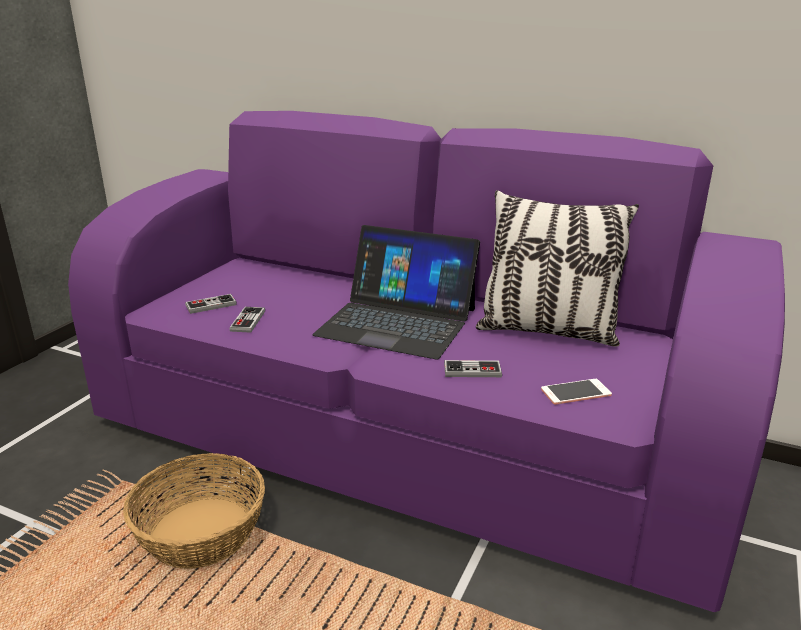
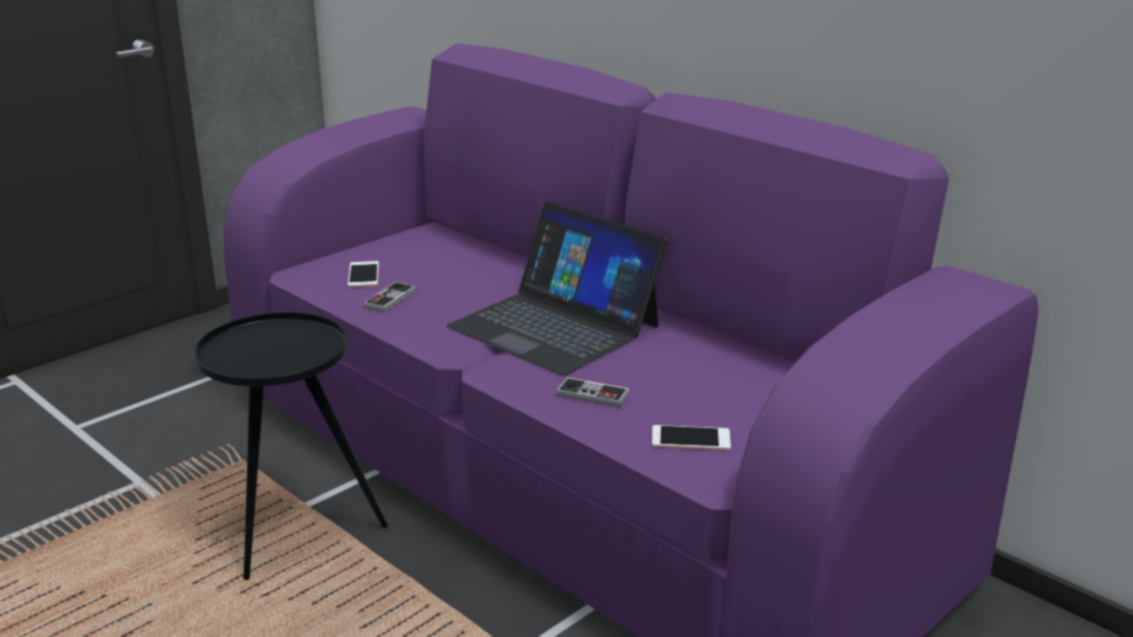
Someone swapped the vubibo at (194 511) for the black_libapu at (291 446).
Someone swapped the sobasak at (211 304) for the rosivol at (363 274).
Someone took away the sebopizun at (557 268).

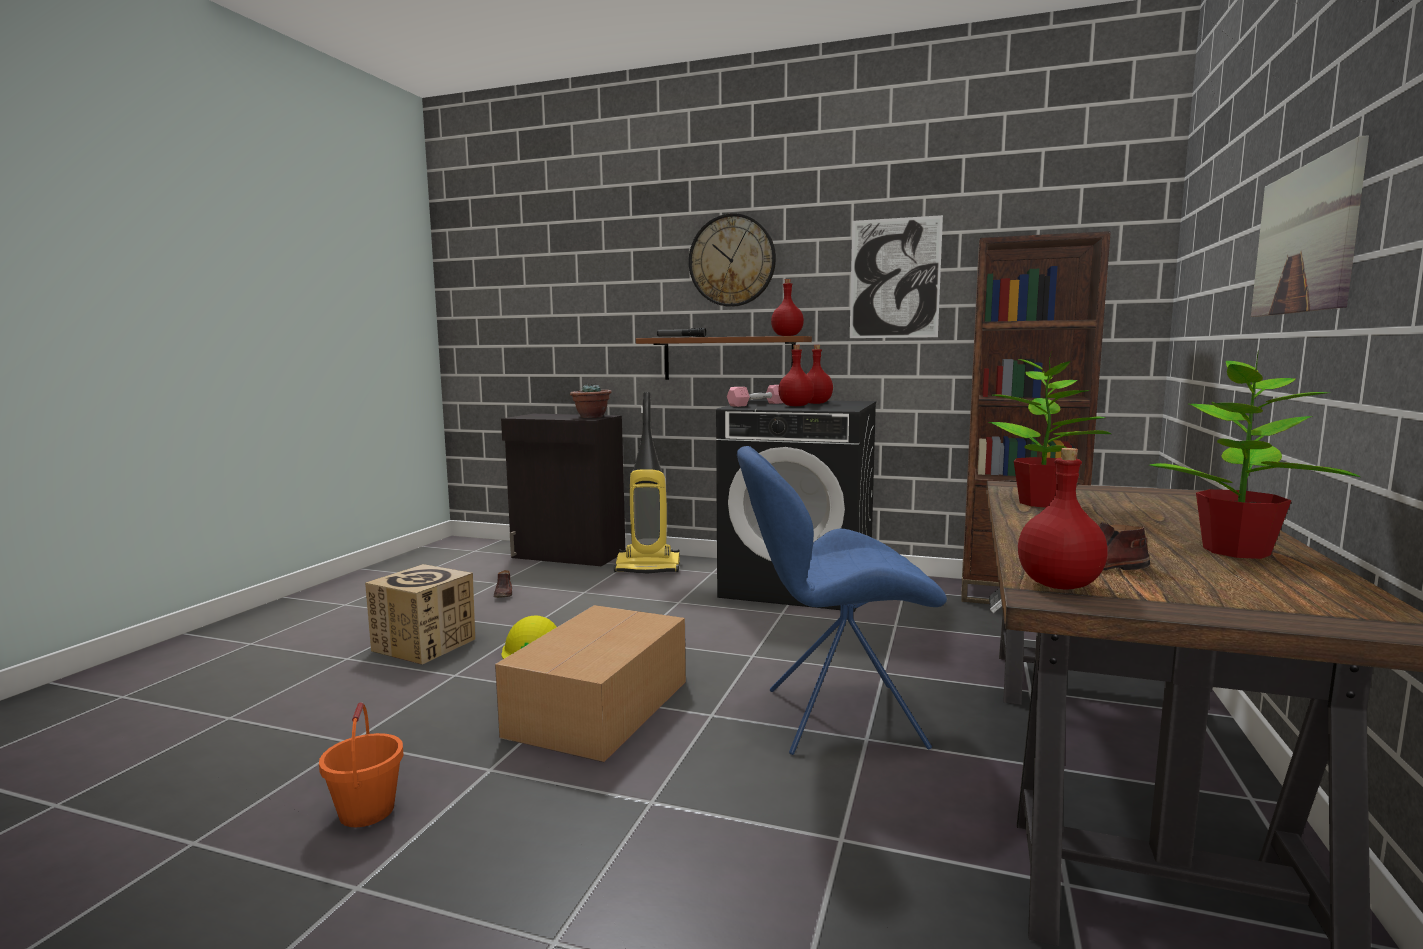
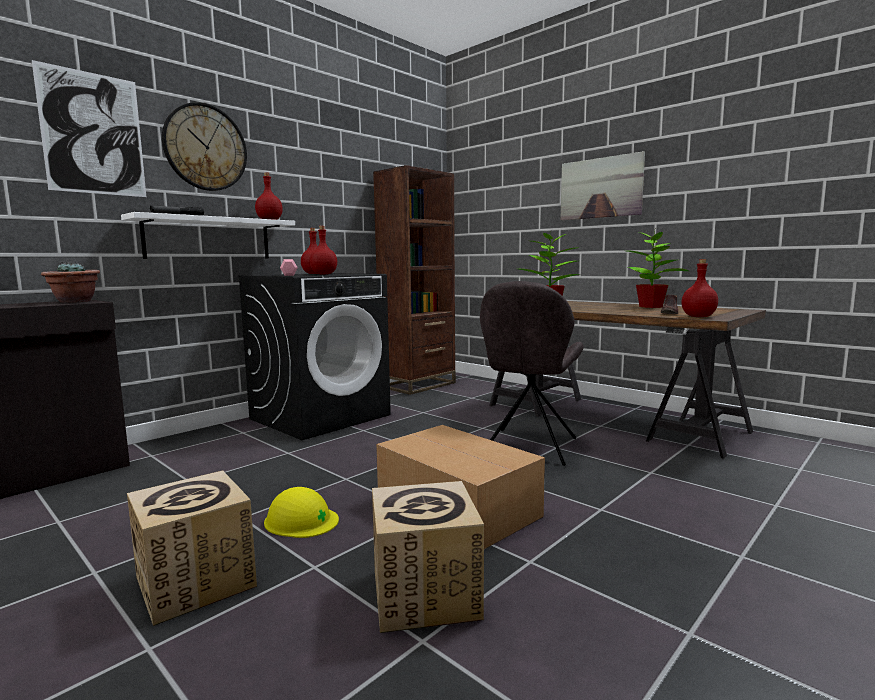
Someone carried the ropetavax from (896 276) to (89 128).
Someone repainted the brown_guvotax at (724 358), which became the white_guvotax at (208 235).
Someone put down the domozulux at (428 557).
Someone repainted the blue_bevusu at (842 600), which became the grey_bevusu at (532 373).
Someone took away the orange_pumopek at (361 764).
Someone took away the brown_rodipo at (503 584).
Someone took away the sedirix at (647 483).

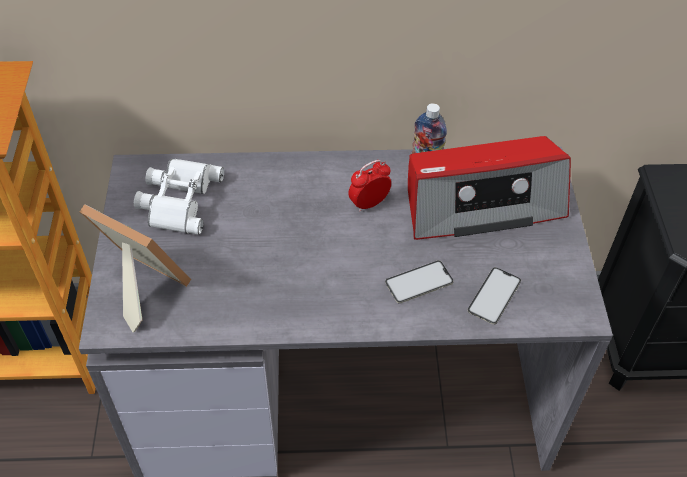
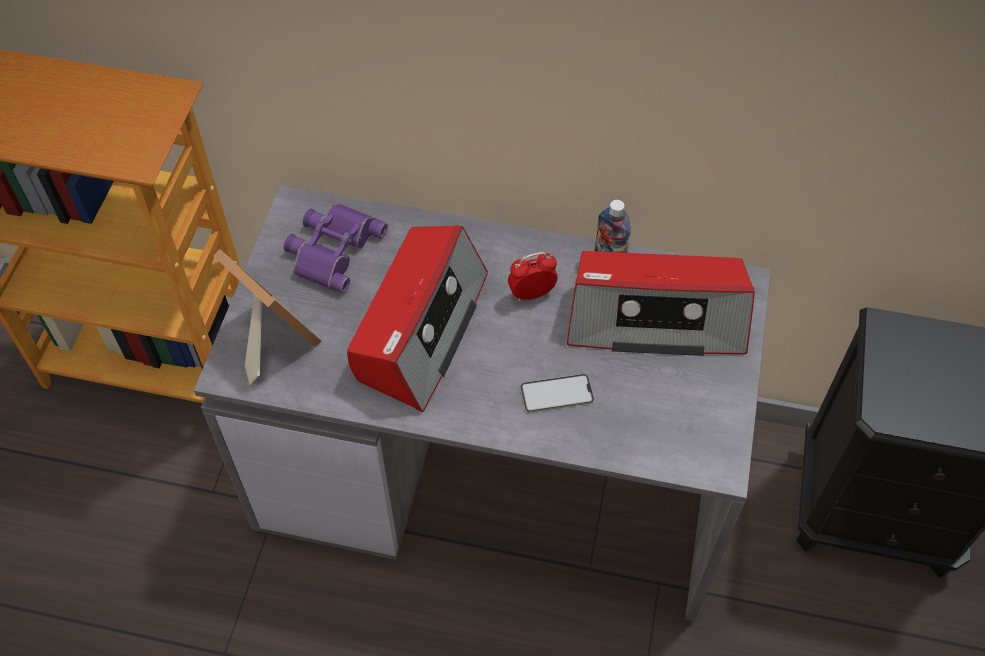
Someone repainted the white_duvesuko at (179 197), which became the purple_duvesuko at (336 248).
Someone put down the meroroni at (417 318).
Someone took away the rosivol at (494 295).

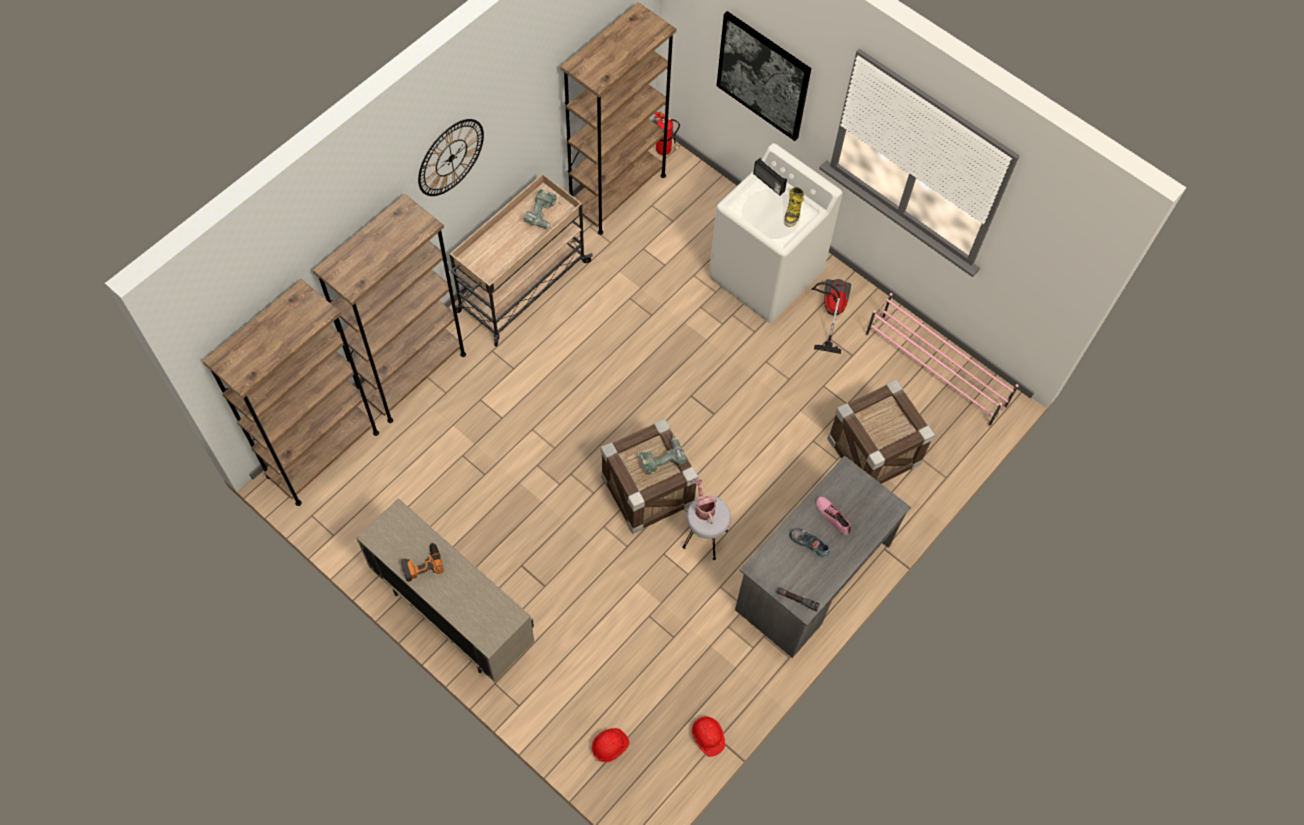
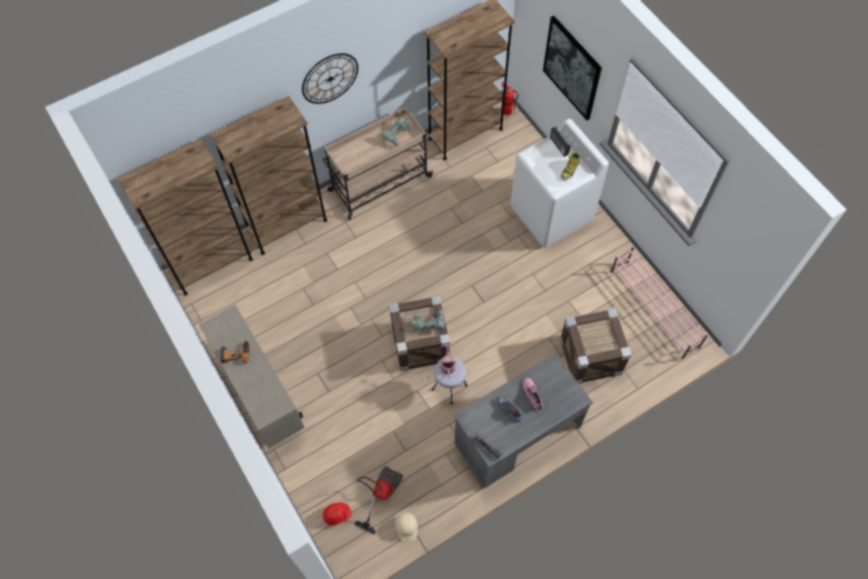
Someone carried the sedirix from (831 316) to (378 500).
Someone repainted the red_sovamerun at (708 736), which became the beige_sovamerun at (406 527).

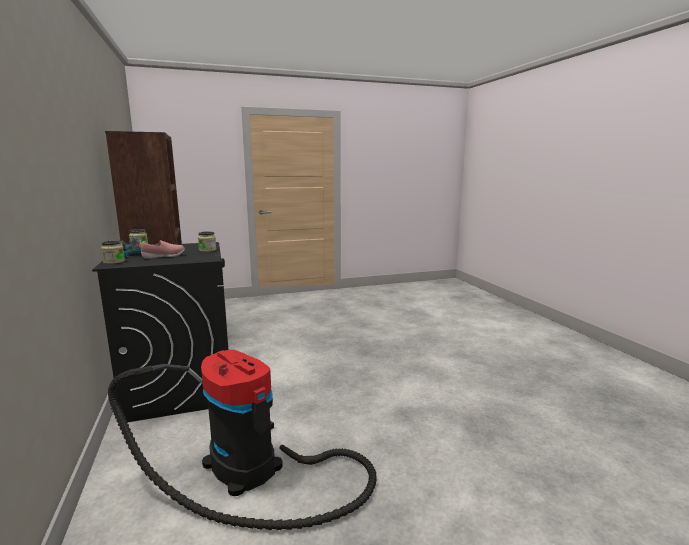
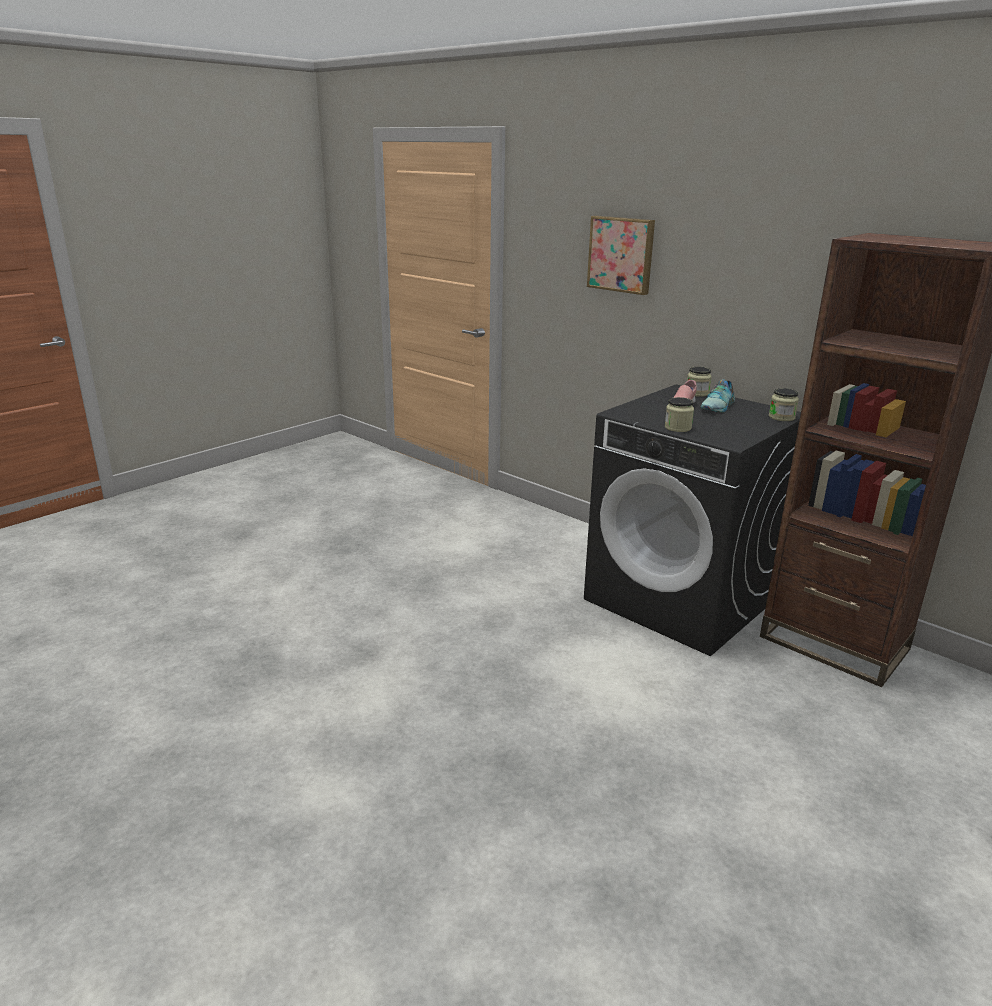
Someone put up the ropetavax at (621 255).
Someone took away the sedirix at (242 440).

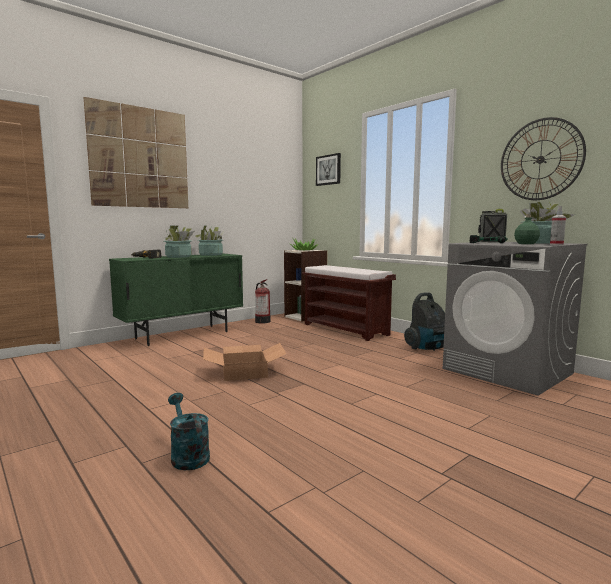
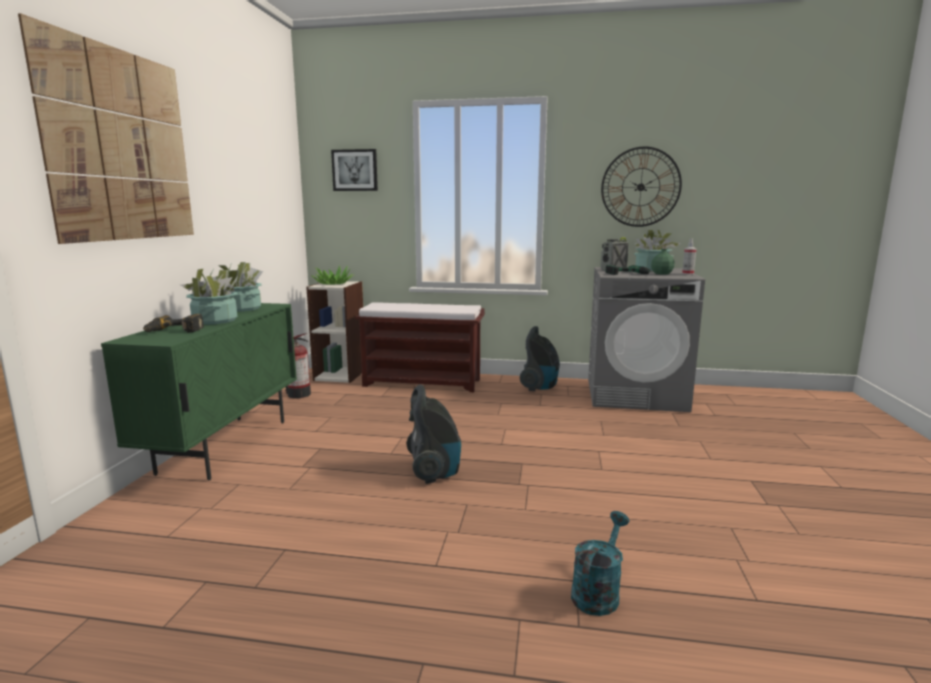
Someone swapped the domozulux at (244 362) for the sedirix at (433 434).
Someone rotated the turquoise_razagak at (189 431) by 105 degrees clockwise.

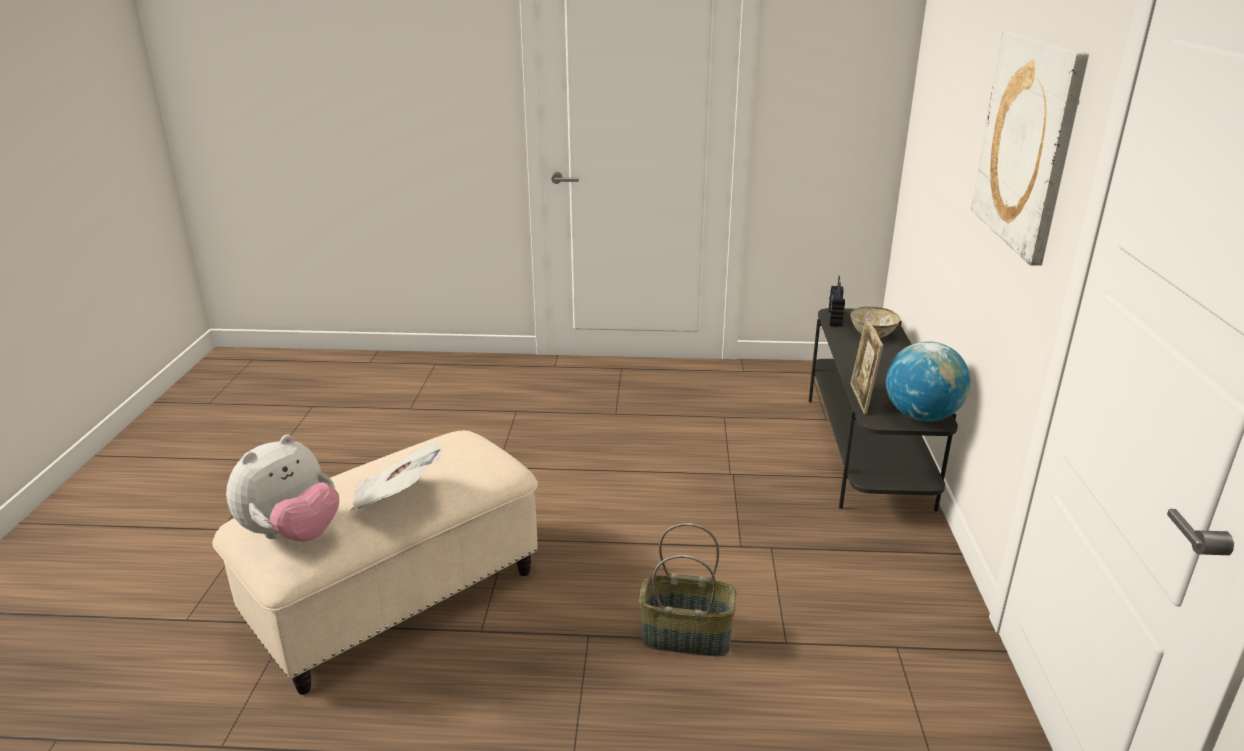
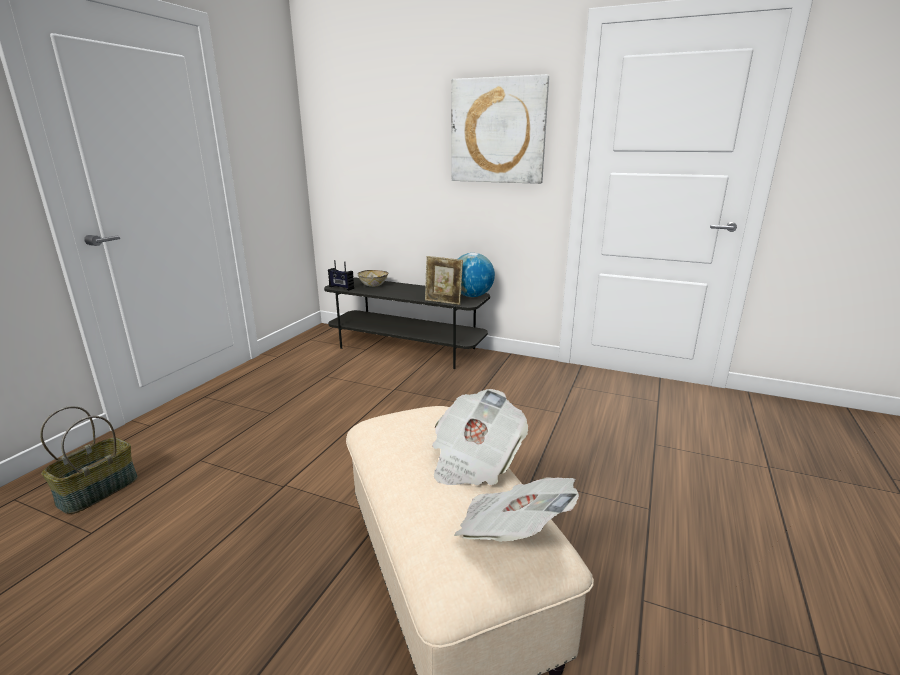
Someone carried the vubibo from (688 589) to (89 460).
Someone swapped the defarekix at (282 488) for the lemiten at (516 509).

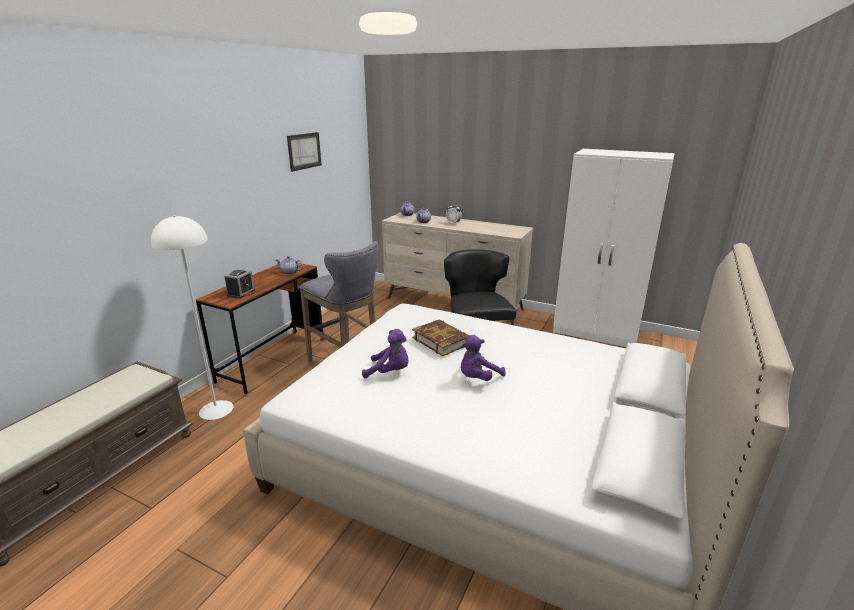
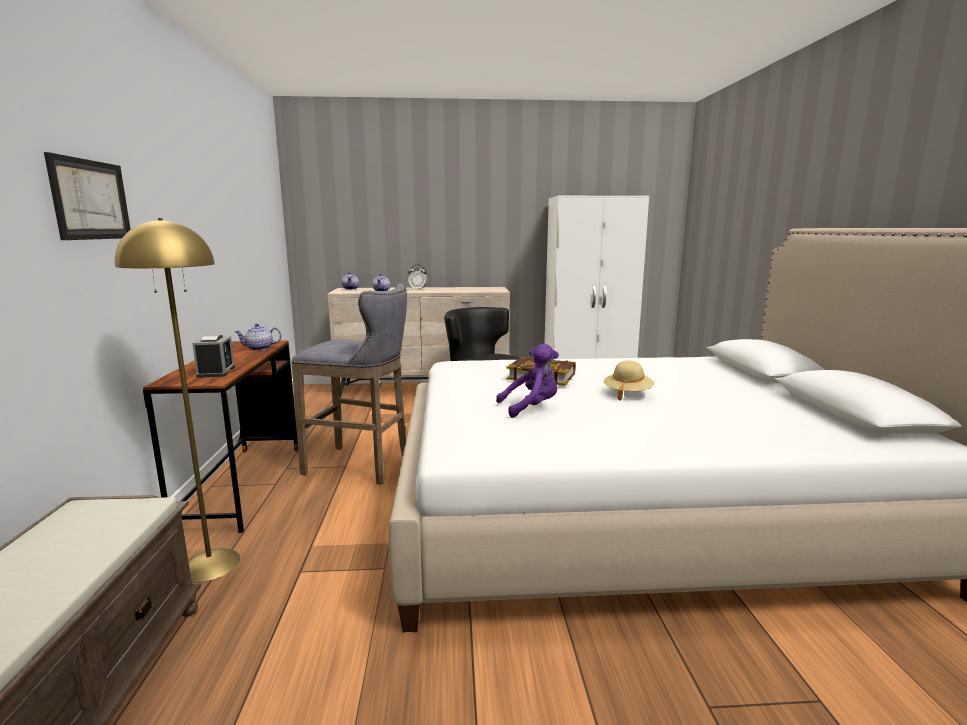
Someone carried the ropetavax from (304 152) to (87 196).
Someone repainted the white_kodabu at (192 317), which became the yellow_kodabu at (177 400).
Someone swapped the purple_defarekix at (483 358) for the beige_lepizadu at (629 380).

